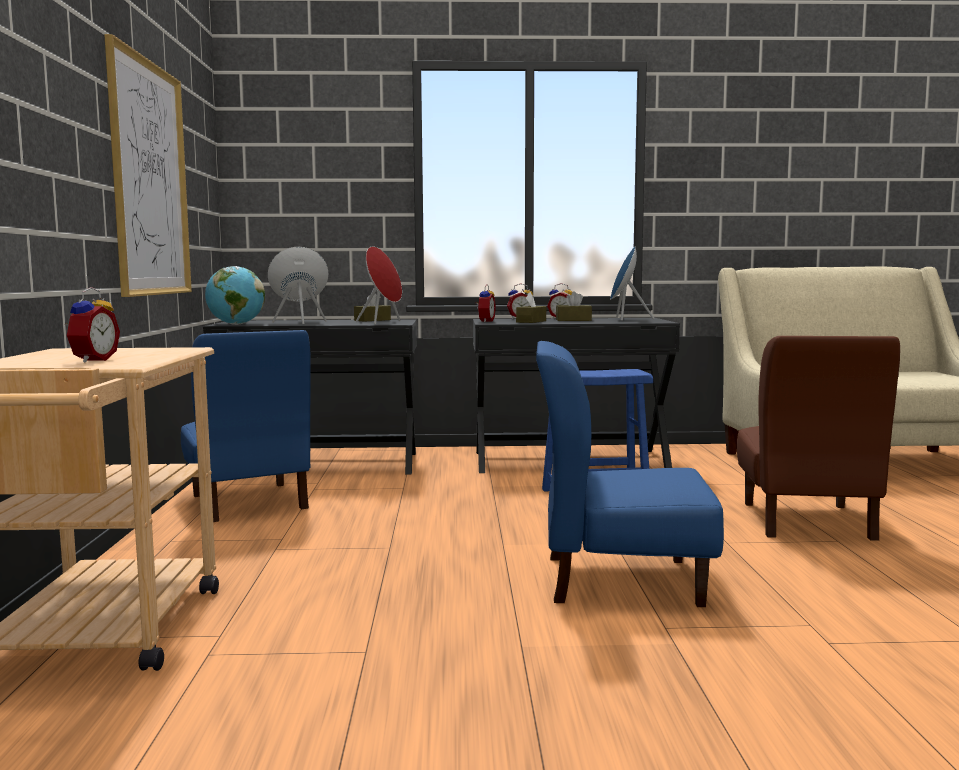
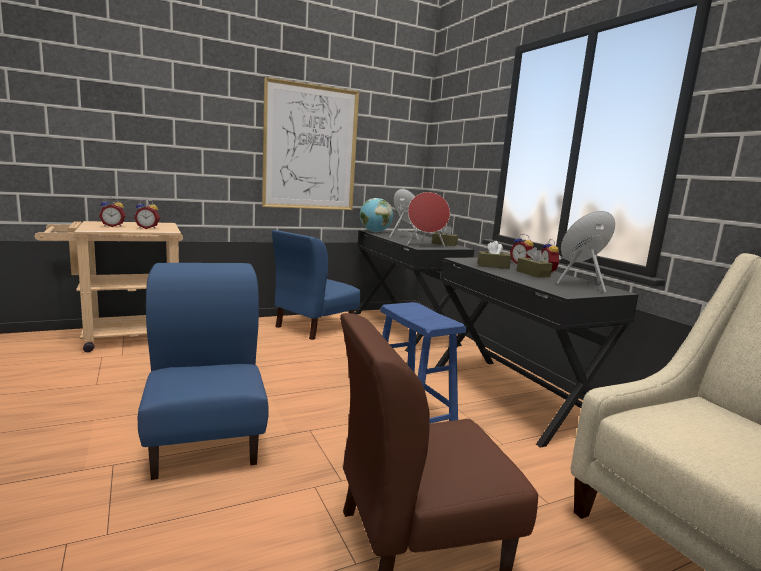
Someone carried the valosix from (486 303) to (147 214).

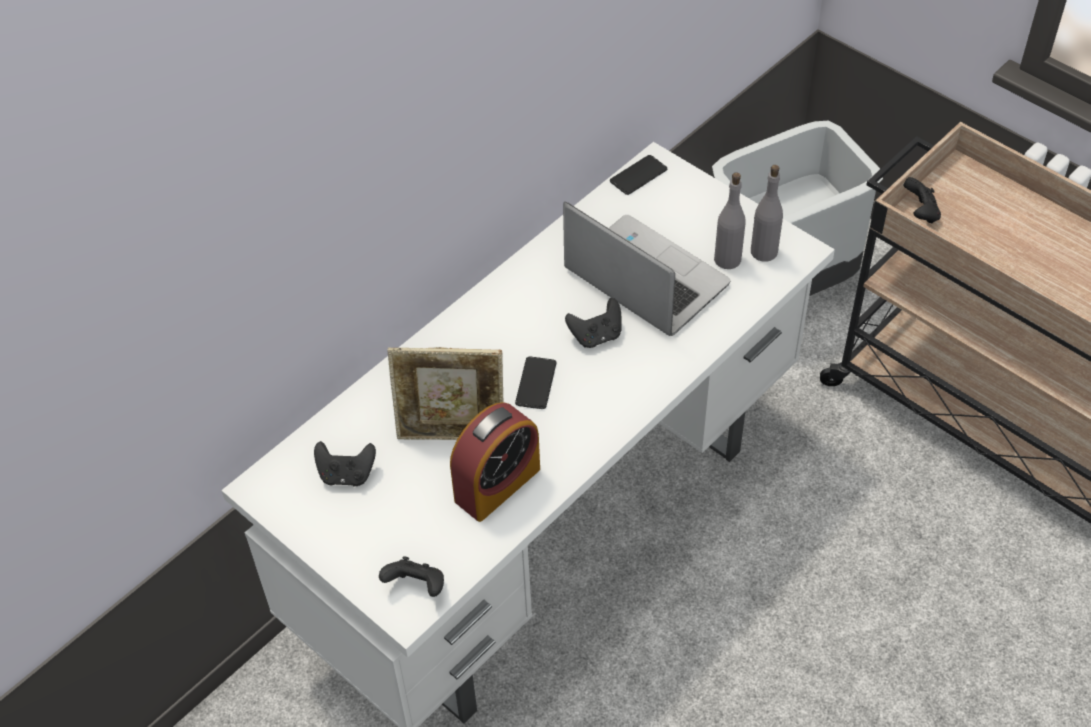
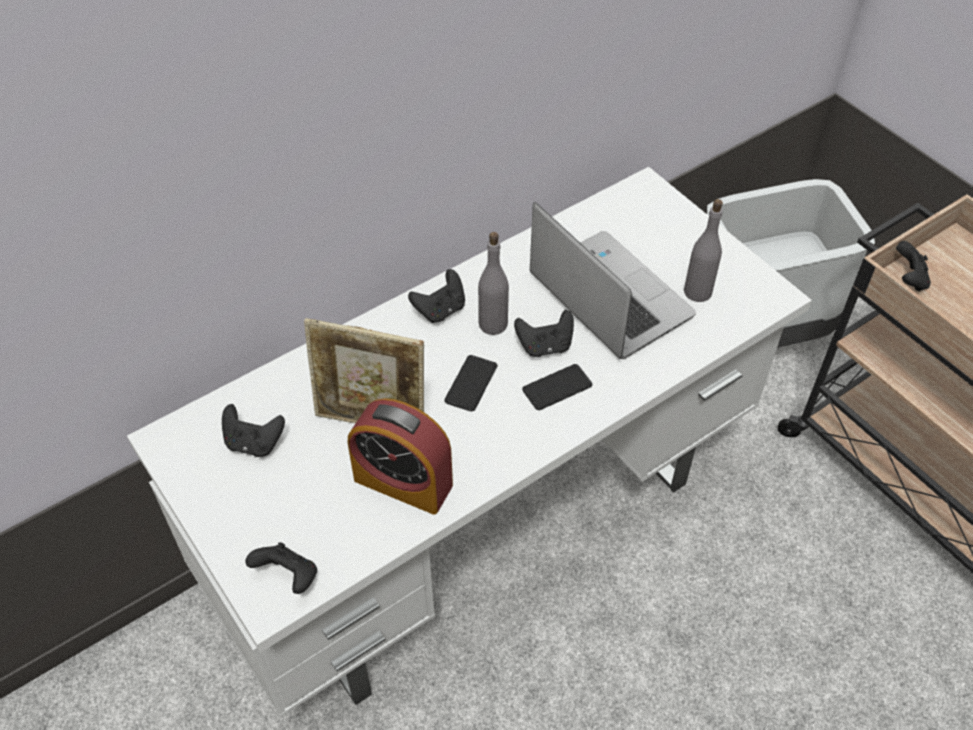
Someone rotated the valosix at (495 462) by 60 degrees clockwise.
Someone put down the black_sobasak at (436 296).
Someone carried the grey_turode from (767 213) to (493 283).
Someone carried the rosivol from (638 175) to (557 387).

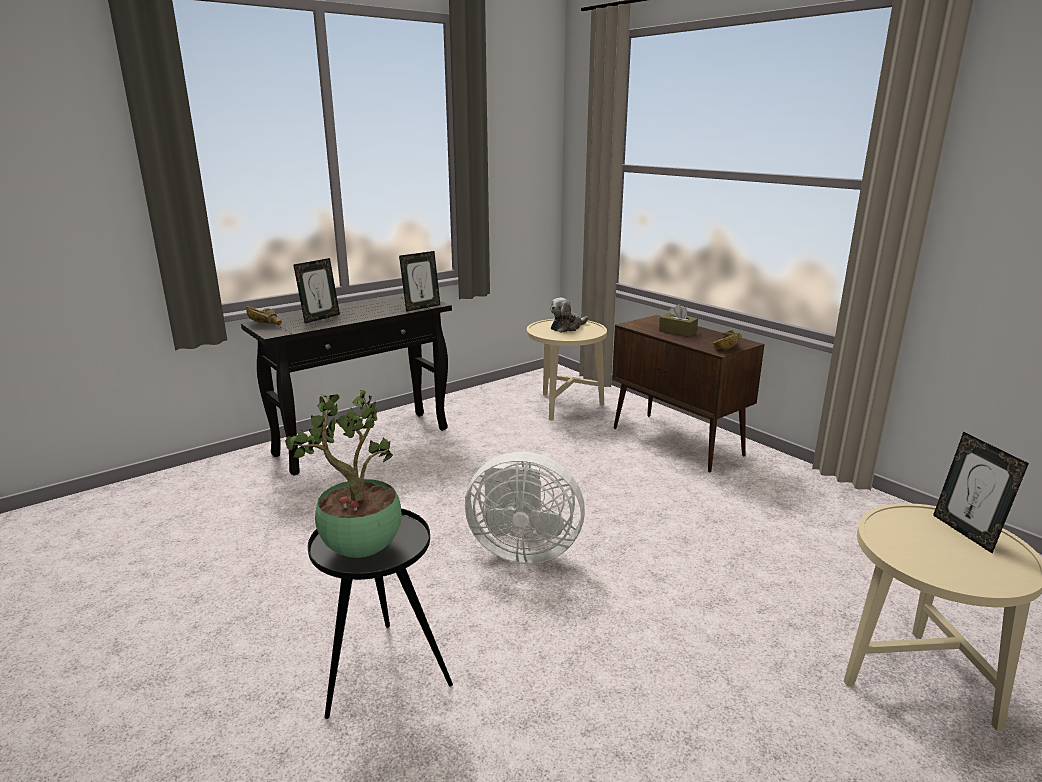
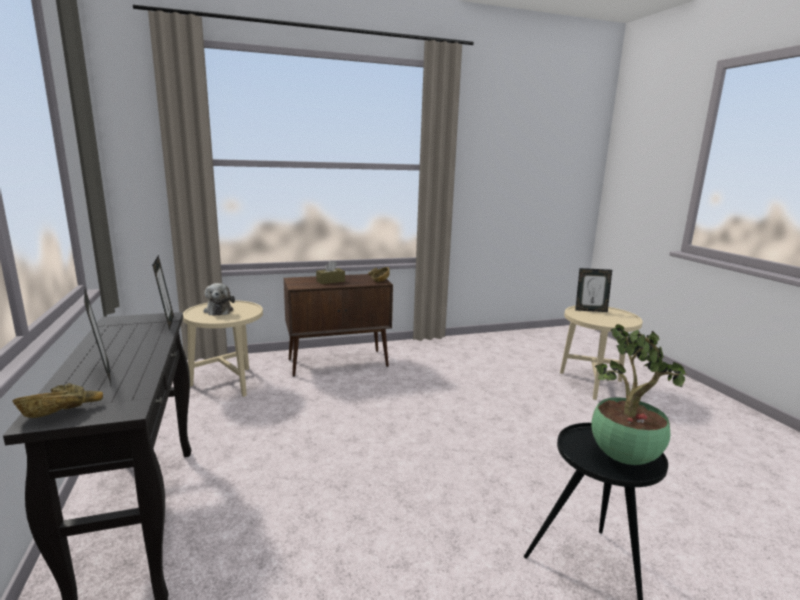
Someone took away the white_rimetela at (525 508).

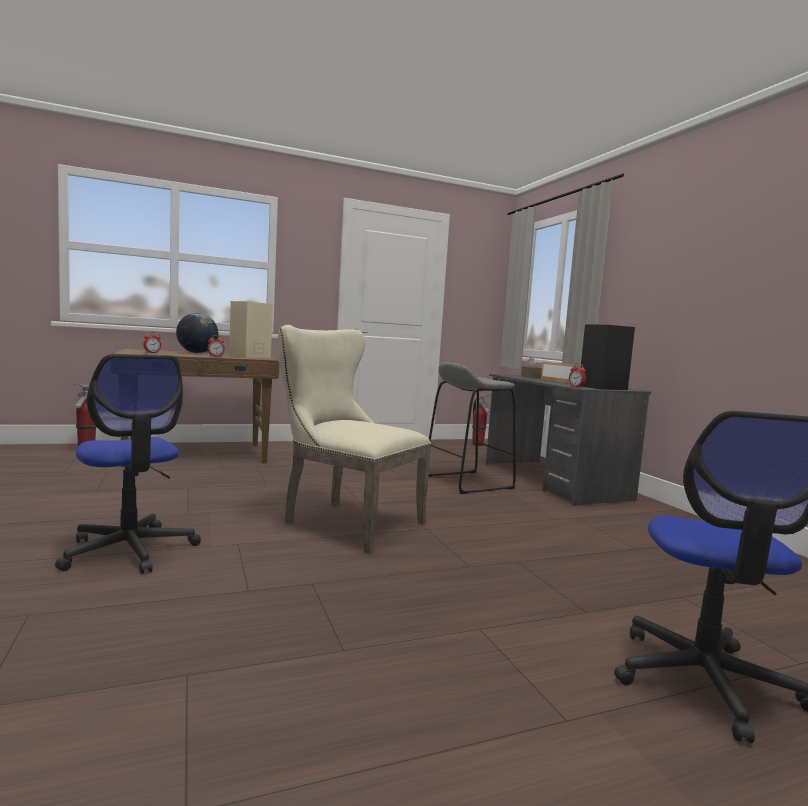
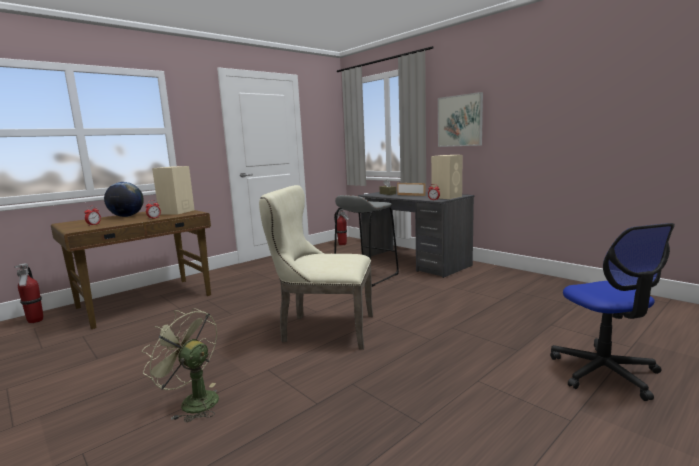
Someone swapped the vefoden at (128 464) for the green_rimetela at (180 365).
Someone repainted the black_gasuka at (608 357), which became the beige_gasuka at (447 177).
Someone put up the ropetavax at (460 119).

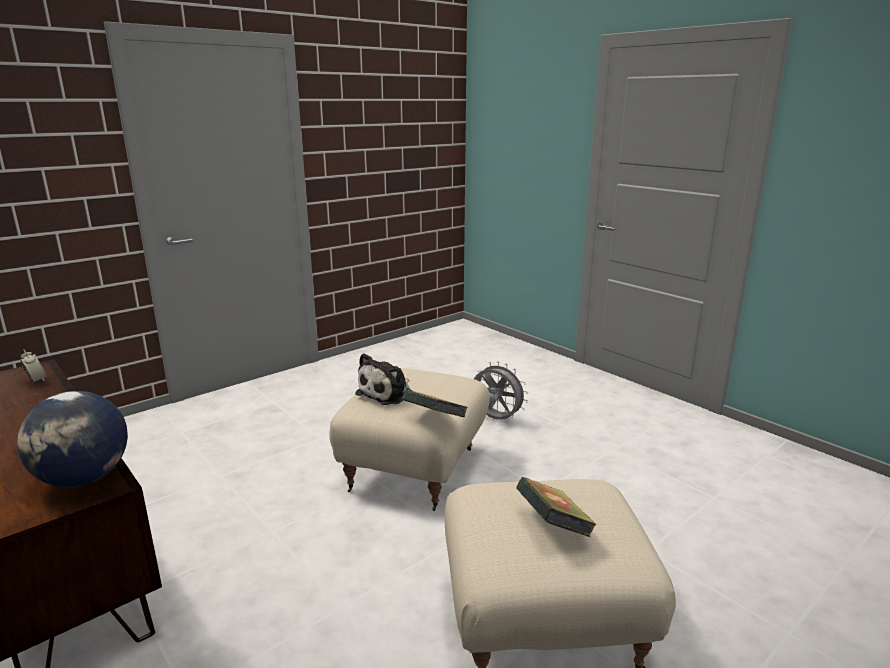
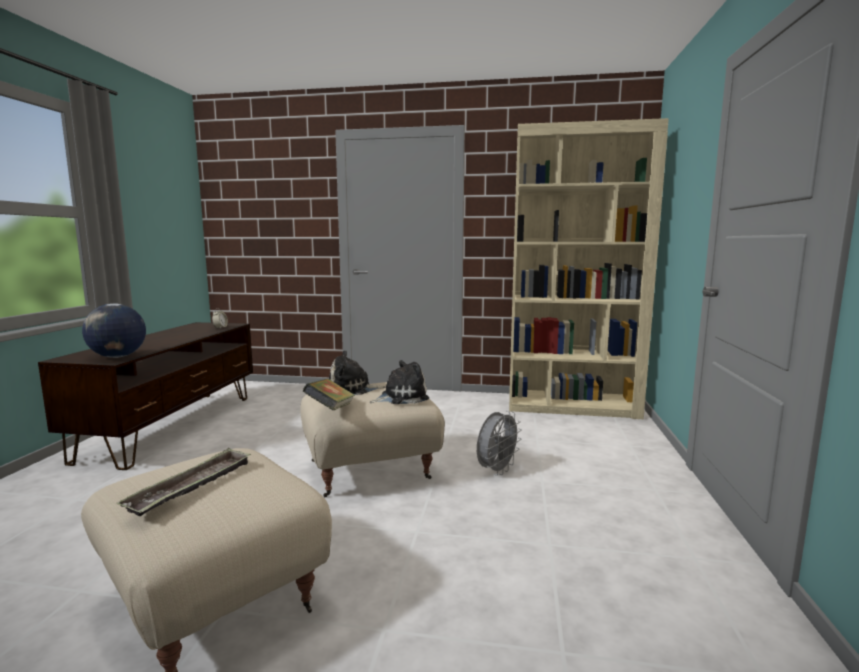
Someone swapped the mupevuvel at (556 507) for the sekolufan at (183 482).
Someone put down the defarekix at (399 382).
Someone rotated the grey_rimetela at (501 390) by 45 degrees clockwise.
Someone put down the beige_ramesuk at (589 268).

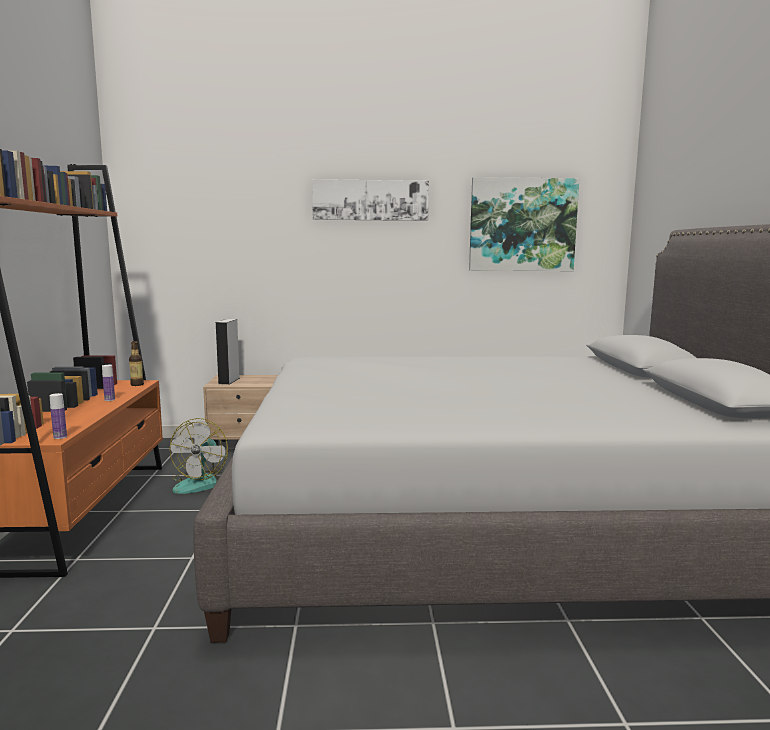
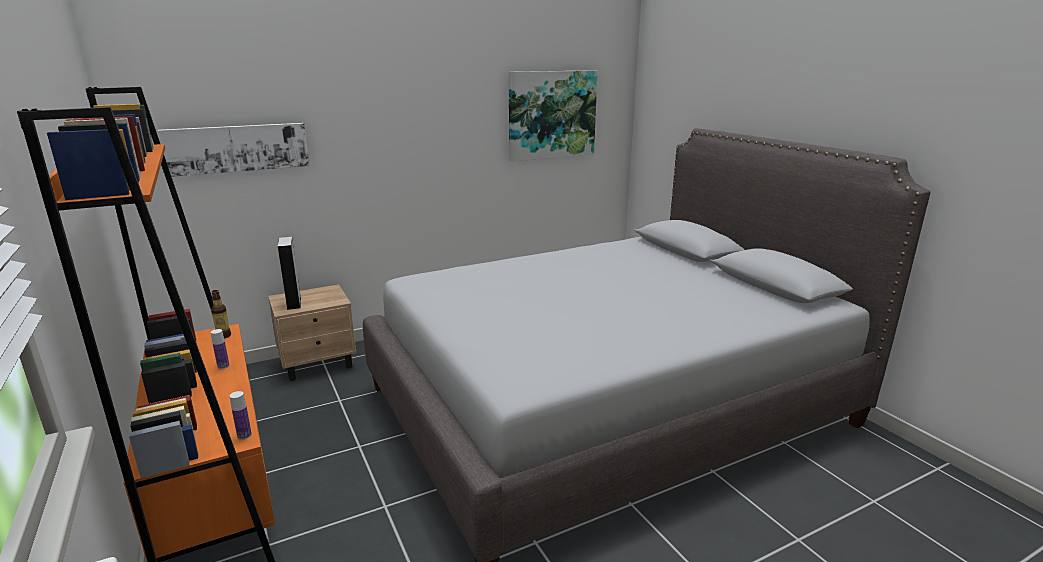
Someone carried the ropetavax from (370 200) to (234 150).
Someone took away the rimetela at (199 456).

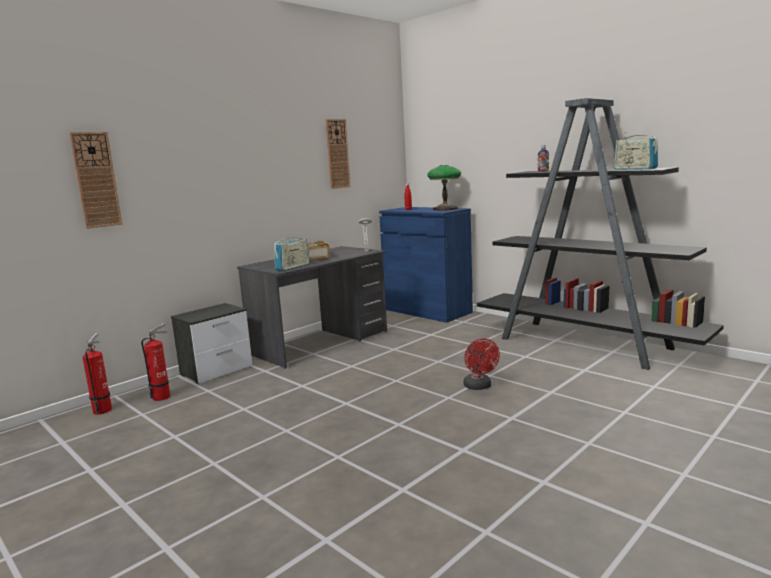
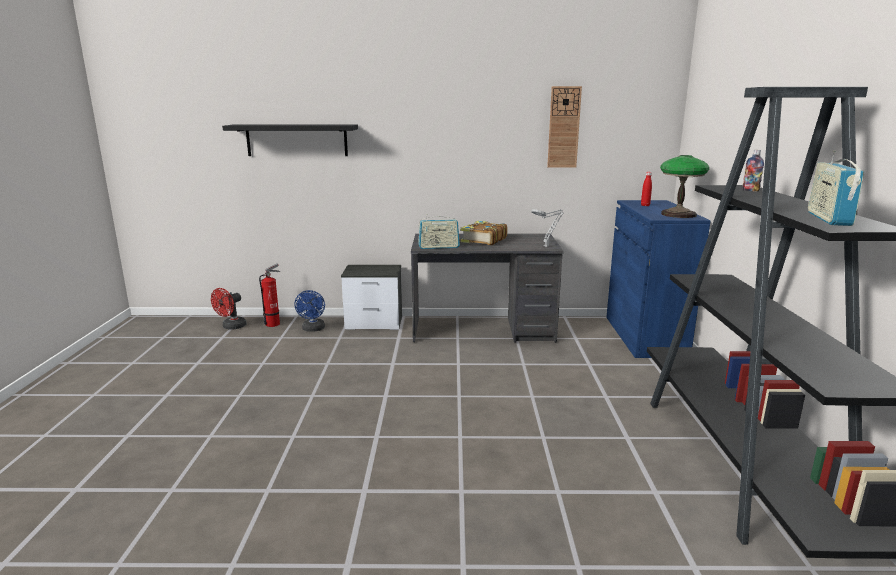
Someone carried the red_rimetela from (481 364) to (228 309).
Someone swapped the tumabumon at (96 180) for the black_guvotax at (290 140).
Someone swapped the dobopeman at (155 362) for the blue_rimetela at (310 311).

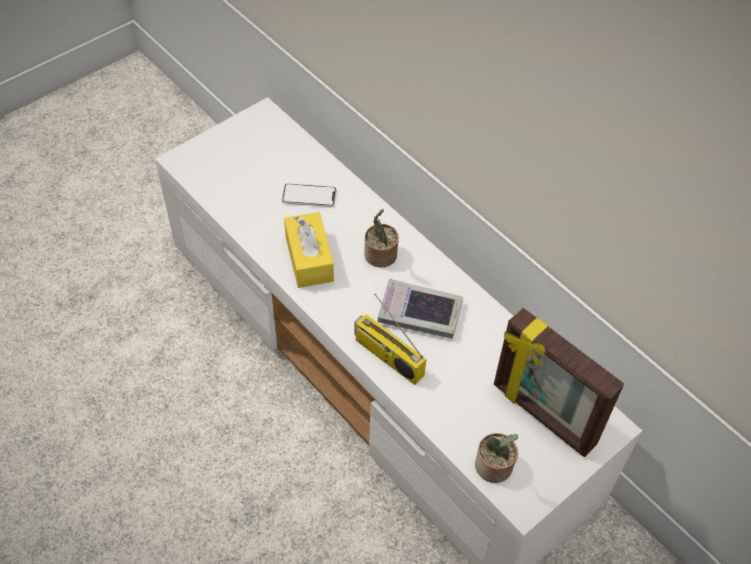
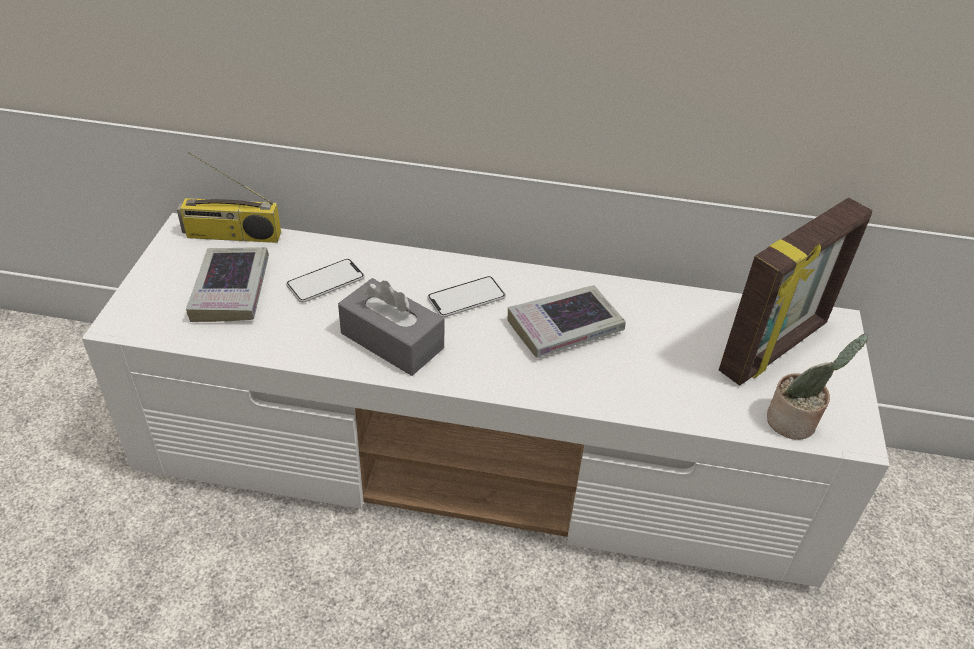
Someone carried the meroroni from (390 339) to (229 197).
Someone put down the mupevuvel at (227 284).
Someone repainted the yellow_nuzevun at (309 250), which became the grey_nuzevun at (391 327).
Someone swapped the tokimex at (382 238) for the rosivol at (466 296).
Someone rotated the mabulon at (559 382) by 45 degrees counterclockwise.

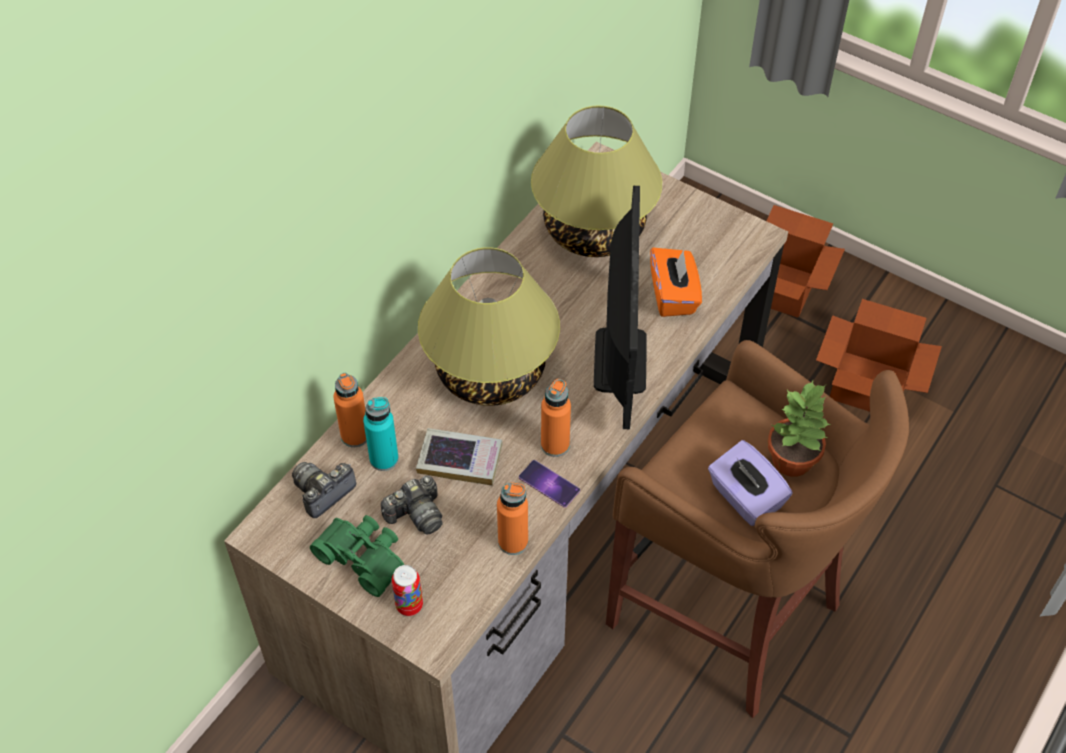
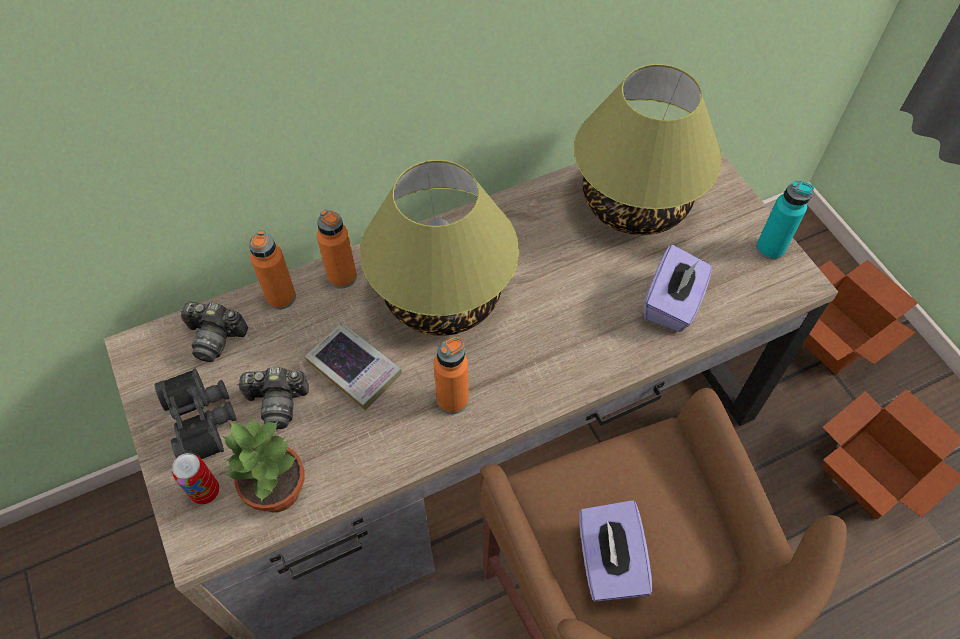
Someone repainted the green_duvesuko at (357 556), which became the black_duvesuko at (195 414).
Someone rotated the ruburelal at (324 490) by 150 degrees counterclockwise.
Someone carried the tokimex from (799 429) to (263 465).
Someone carried the orange_turode from (512 518) to (337 249).
Someone repainted the orange_nuzevun at (676 282), which became the purple_nuzevun at (678 288).
Someone carried the turquoise_turode from (381 434) to (785 220).
Someone took away the rosivol at (549 484).
Someone took away the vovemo at (620 307).

